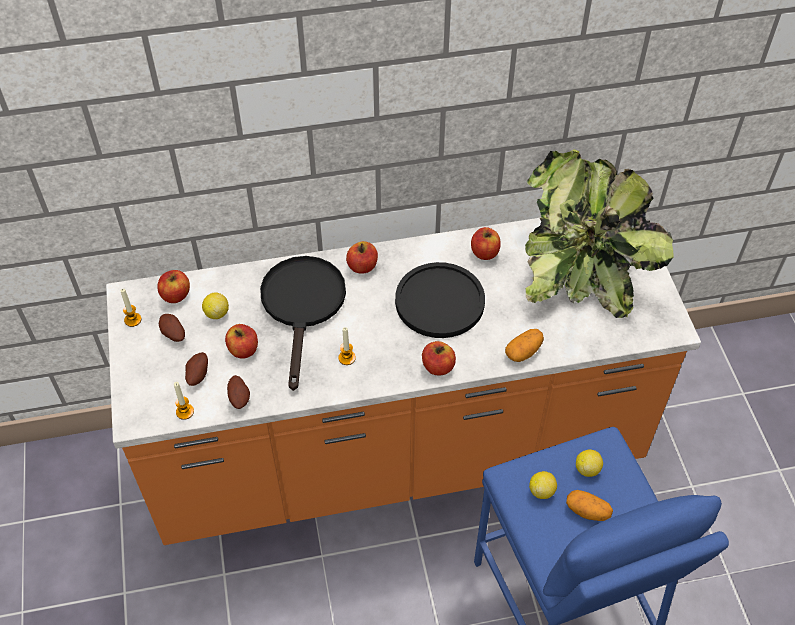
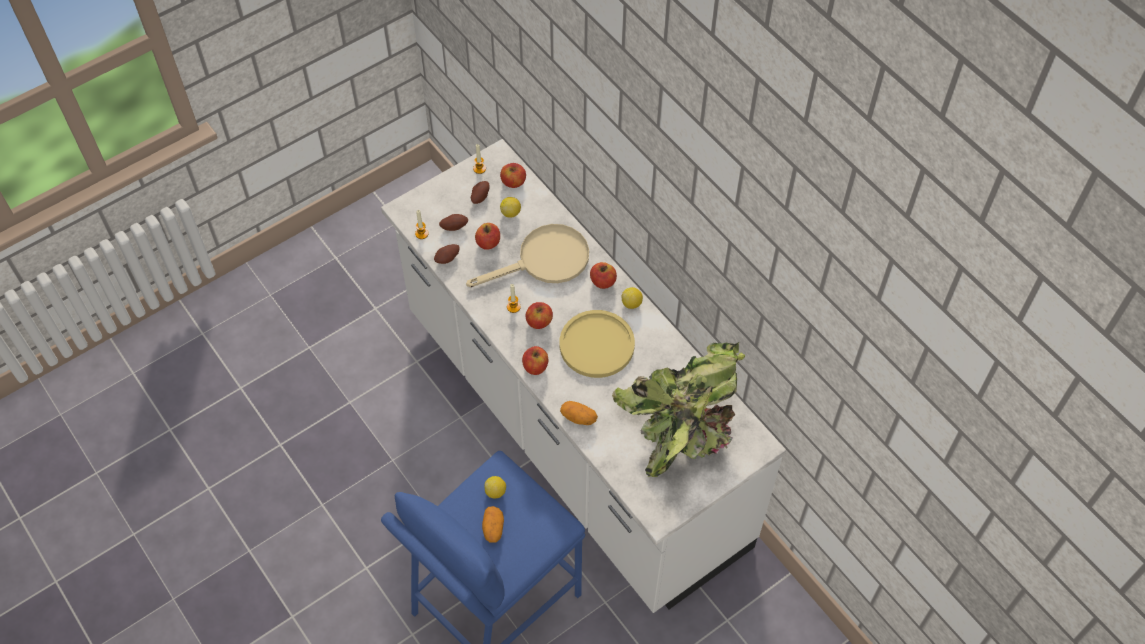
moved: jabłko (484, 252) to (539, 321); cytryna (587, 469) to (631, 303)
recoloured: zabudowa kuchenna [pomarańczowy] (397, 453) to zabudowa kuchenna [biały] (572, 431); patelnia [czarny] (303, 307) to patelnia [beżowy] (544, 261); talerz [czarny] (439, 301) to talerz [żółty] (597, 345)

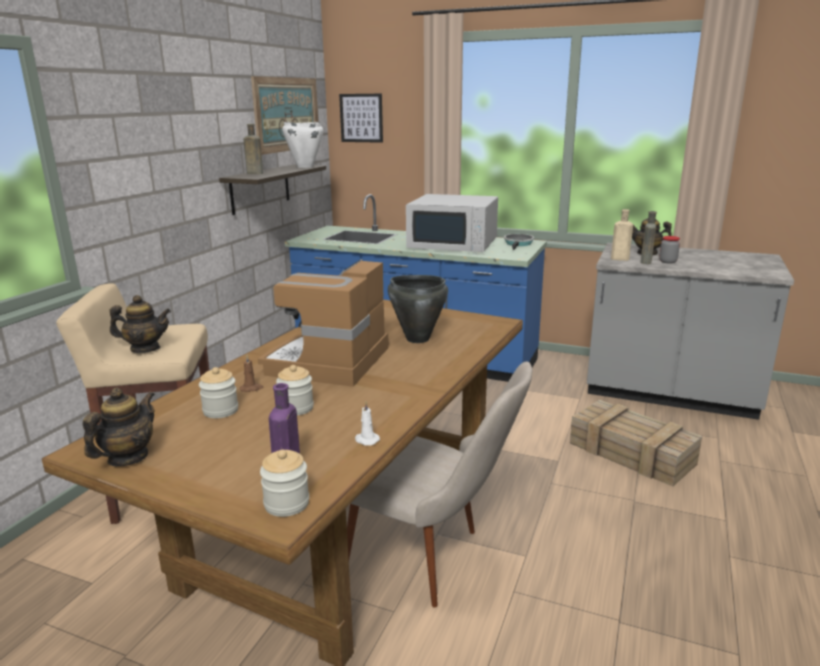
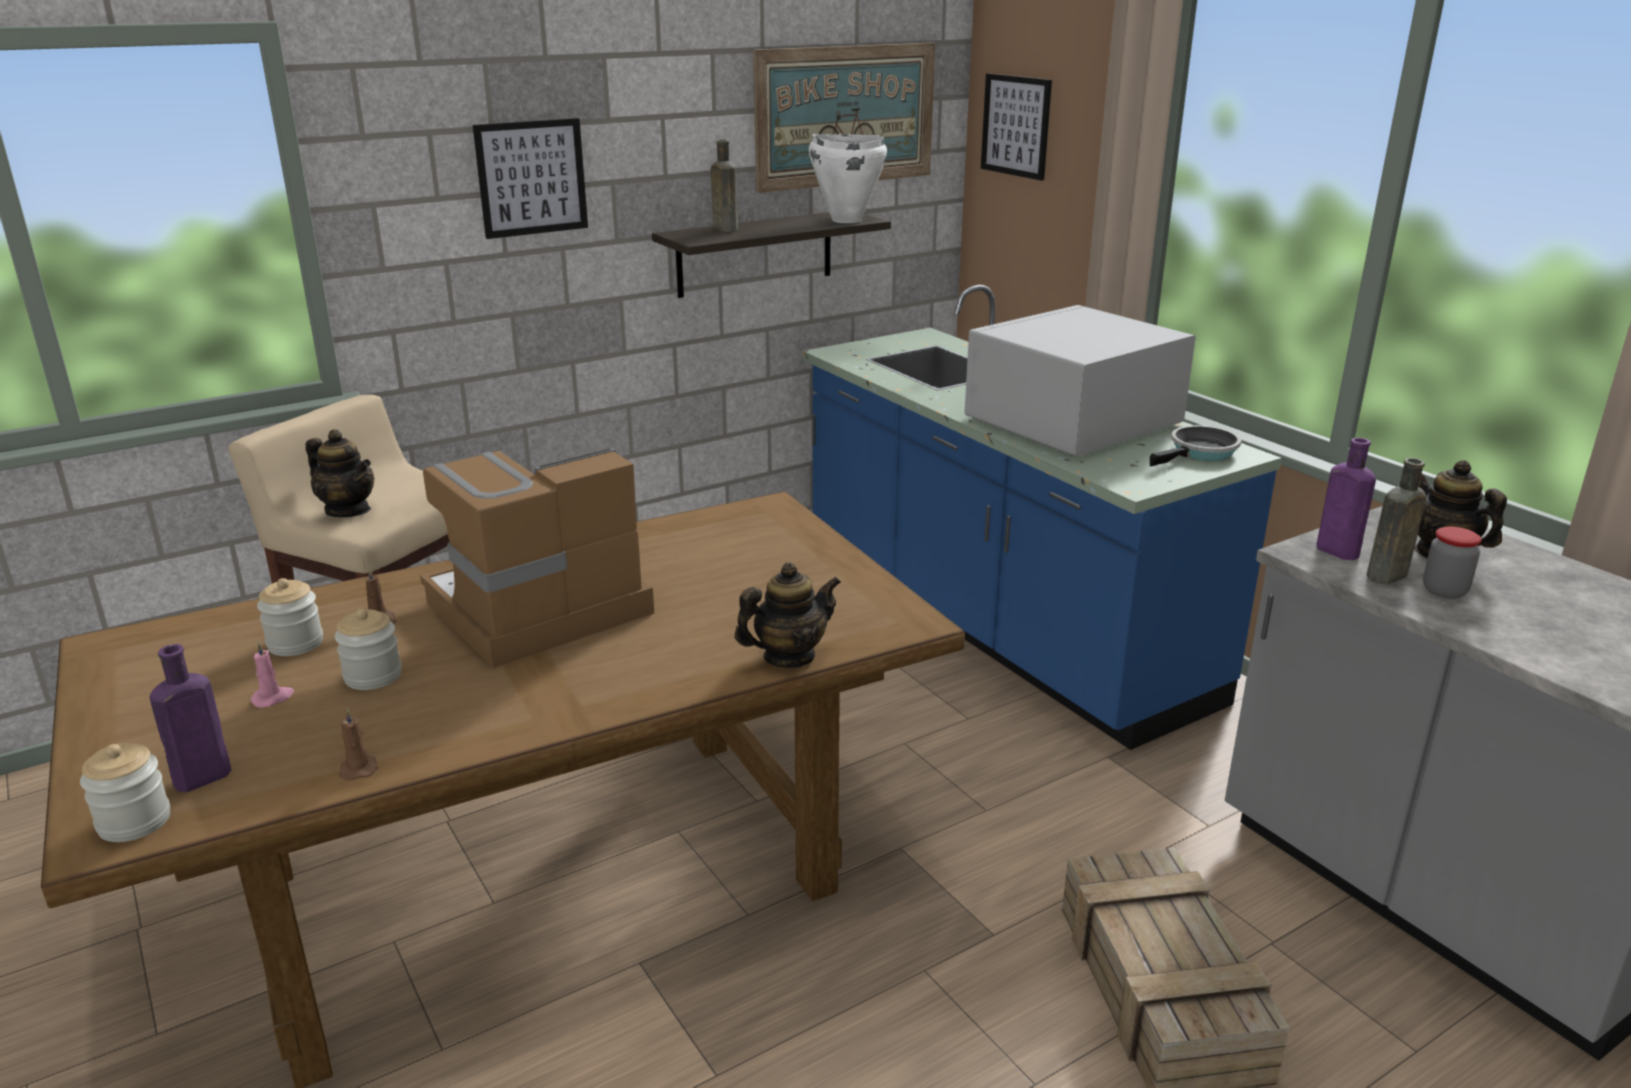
removed: krzesło [beżowy] (434, 560); garnek [czarny] (417, 339)
added: świeca [różowy] (273, 698); obraz (531, 178)
moved: imbryk (127, 457) to (788, 656)
recoloured: świeca [biały] (366, 440) to świeca [brązowy] (358, 768); butelka [beżowy] (618, 259) to butelka [fioletowy] (1334, 550)
turned: mikrofalówka [biały] (453, 244) = (1071, 421) 90 degrees clockwise

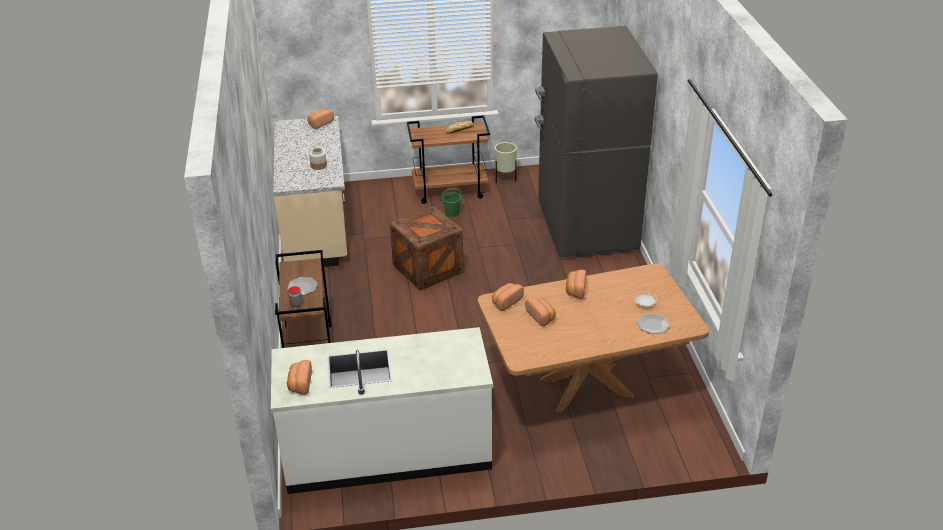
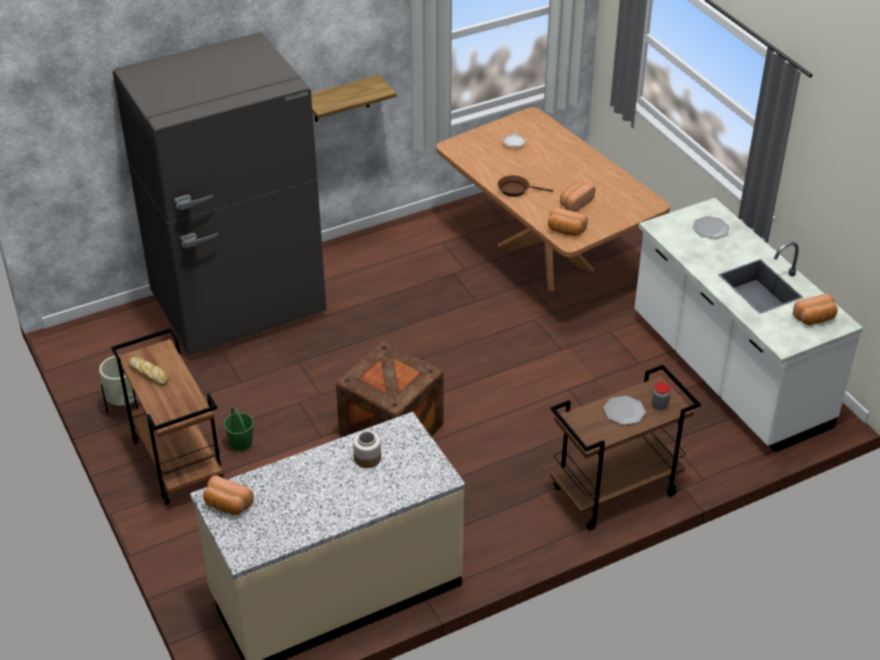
added: półka (341, 99)
moved: talerz (653, 324) to (710, 228)
replaced: chleb (575, 290) to patelnia [brązowy] (516, 190)

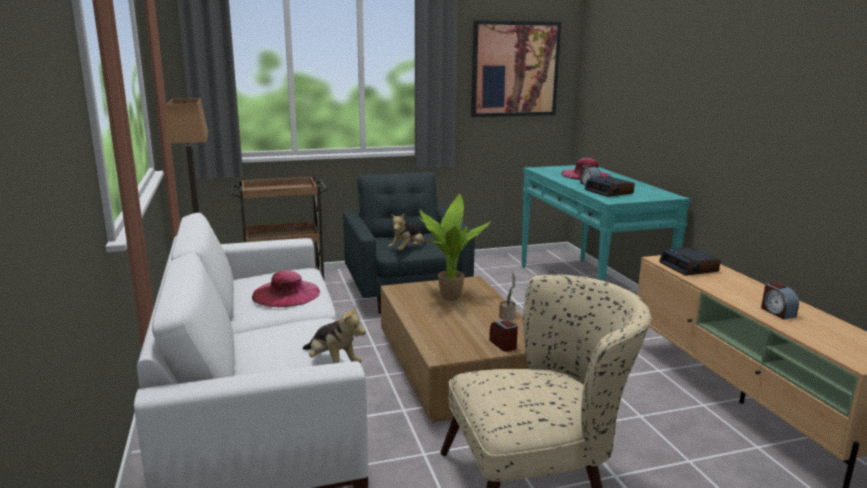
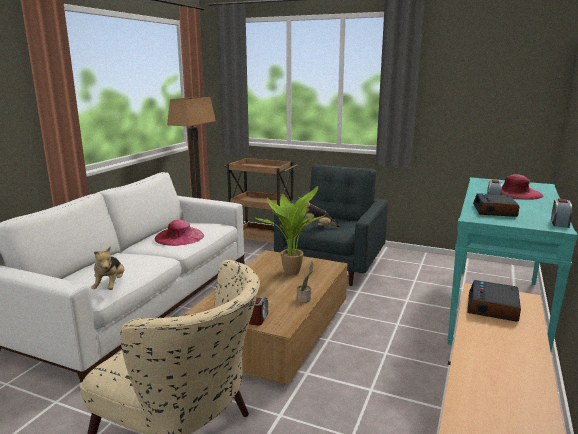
removed: obraz (515, 69)
moved: budzik (777, 312) to (559, 223)

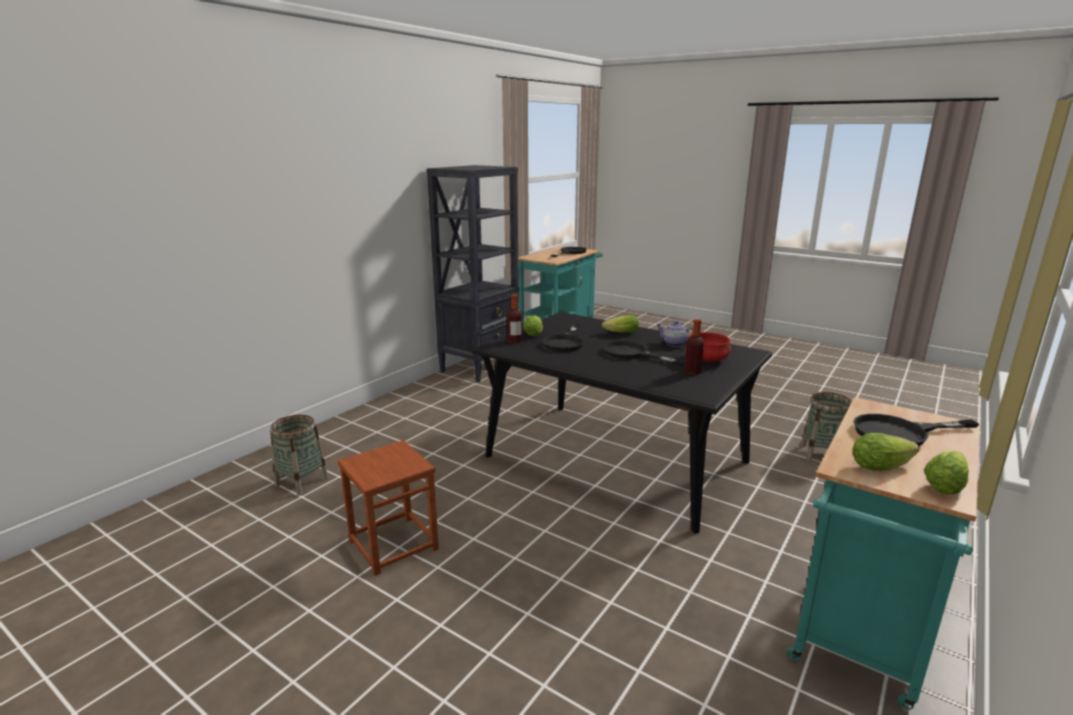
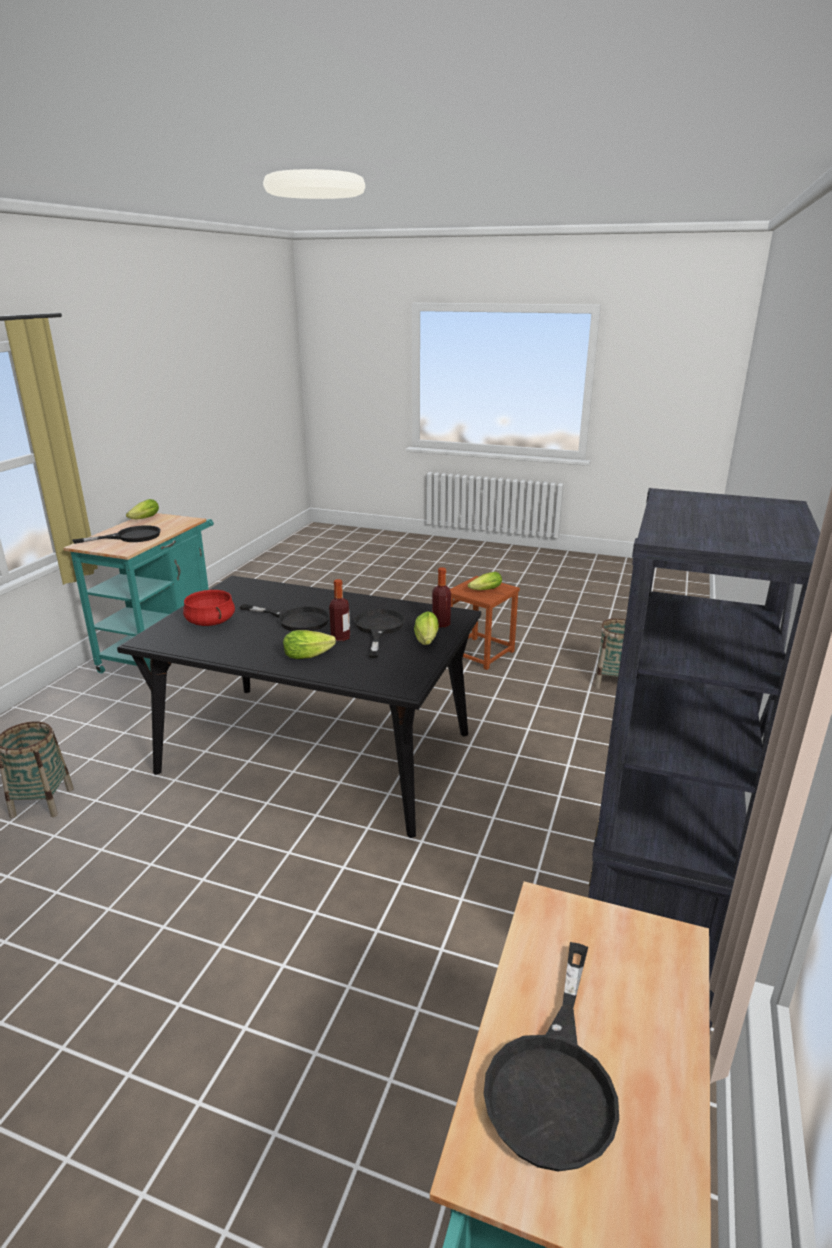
removed: imbryk (674, 344)
moved: butelka (692, 372) to (340, 637); sałata (884, 465) to (483, 590)

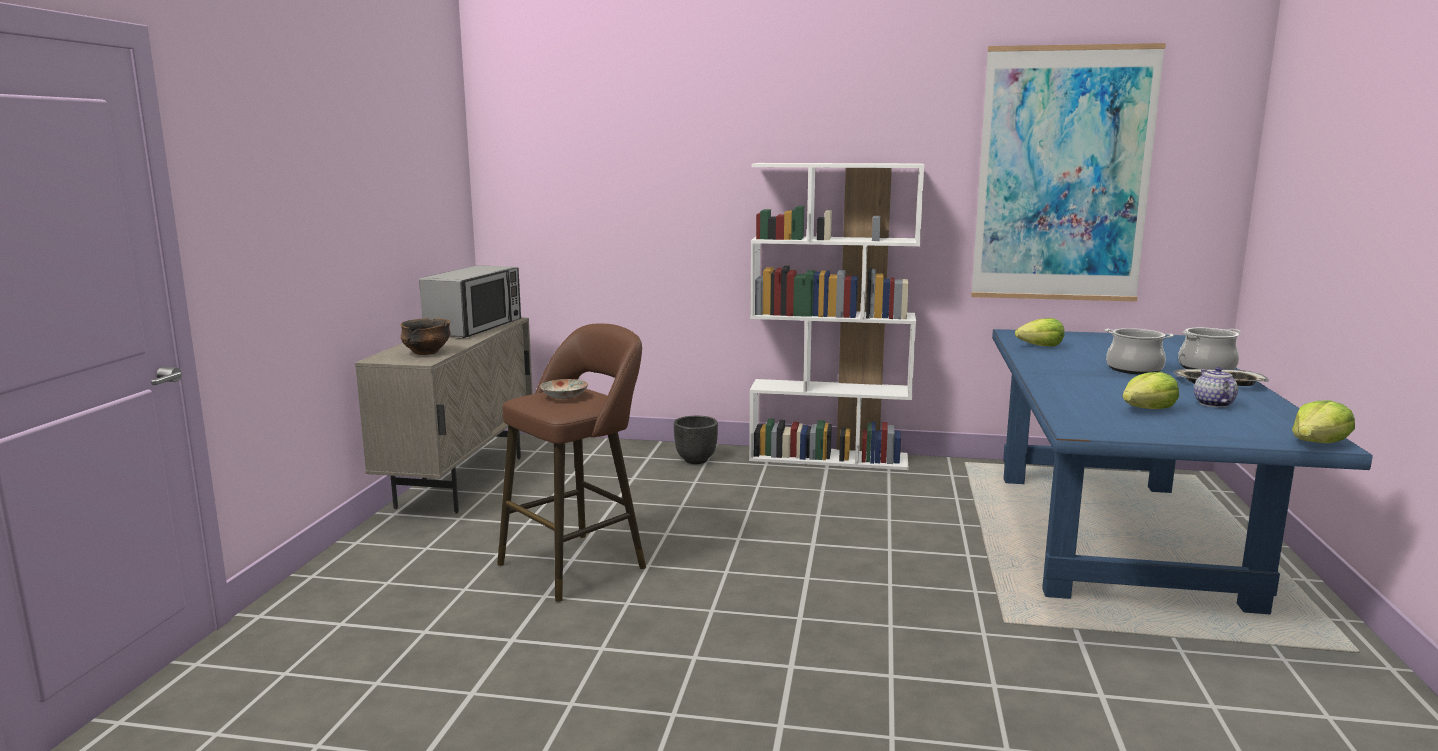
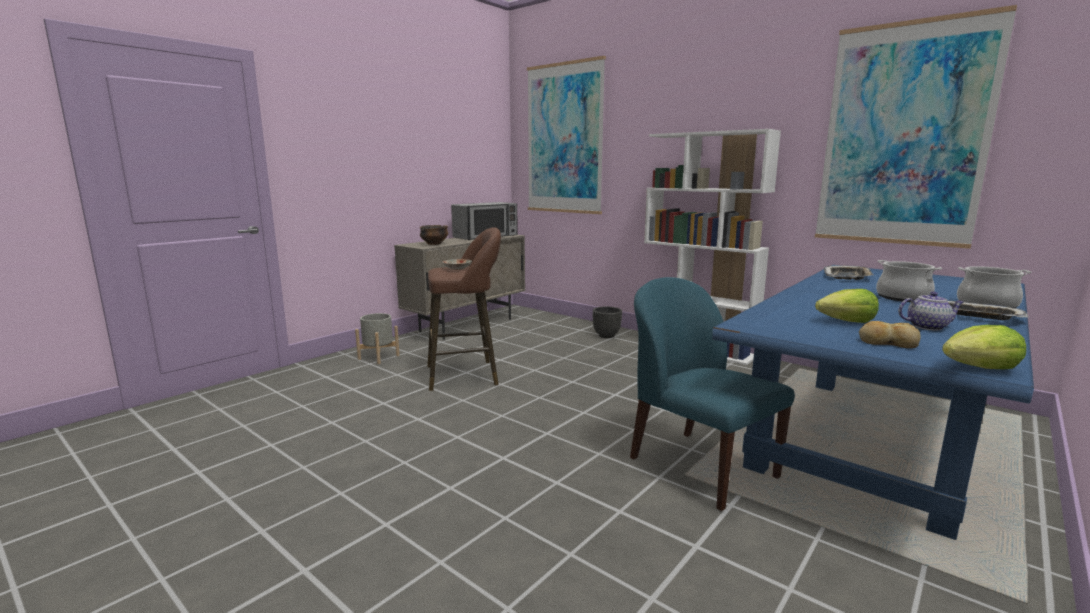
added: donica [szary] (379, 357); obraz (564, 139); krzesło [niebieski] (699, 466); chleb (887, 343)
replaced: sałata (1040, 346) to taca (847, 277)
turned: imbryk (1212, 403) = (928, 327) 60 degrees clockwise

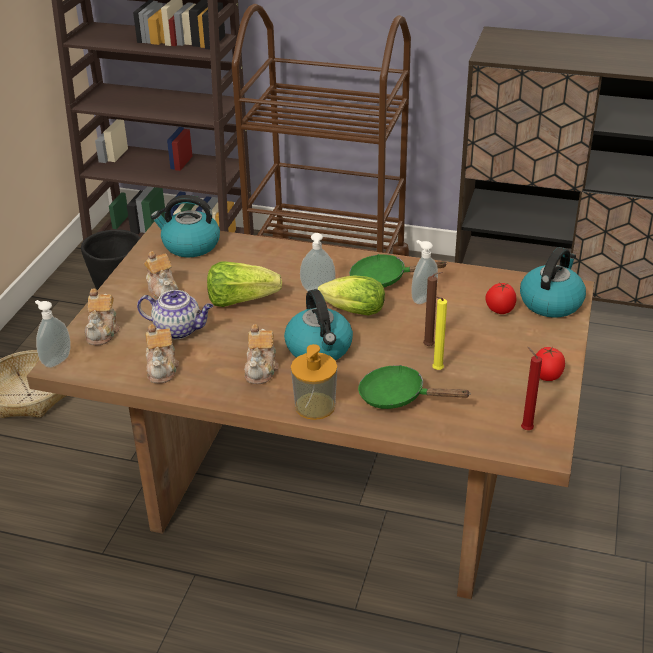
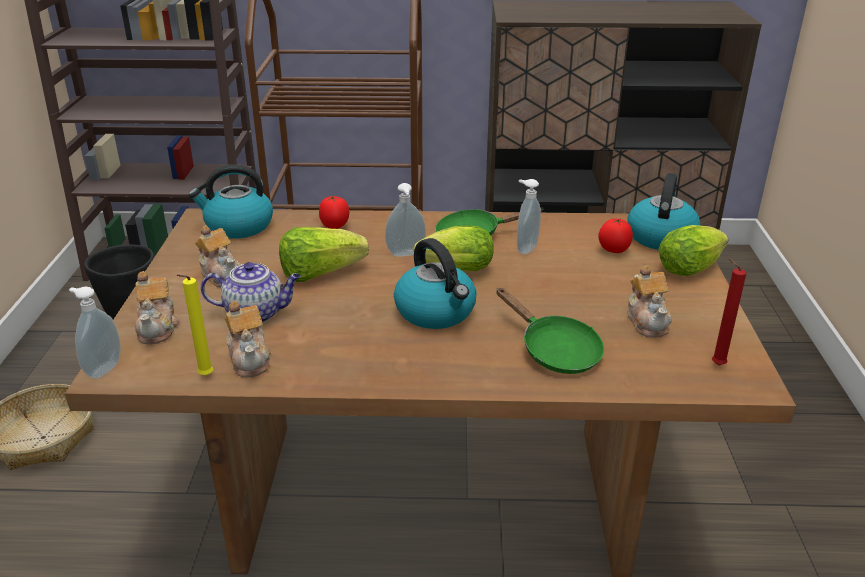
removed: dozownik mydła (315, 406); świeca [brązowy] (430, 346)
added: sałata (692, 268)
moved: imbryk (261, 369) to (647, 321); świeca [żółty] (436, 370) to (204, 376); pomidor (547, 377) to (335, 227)
turned: patelnia [zielony] (398, 397) = (554, 350) 135 degrees counterclockwise

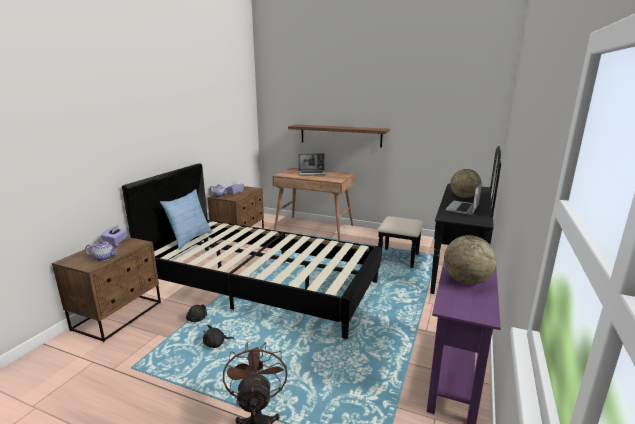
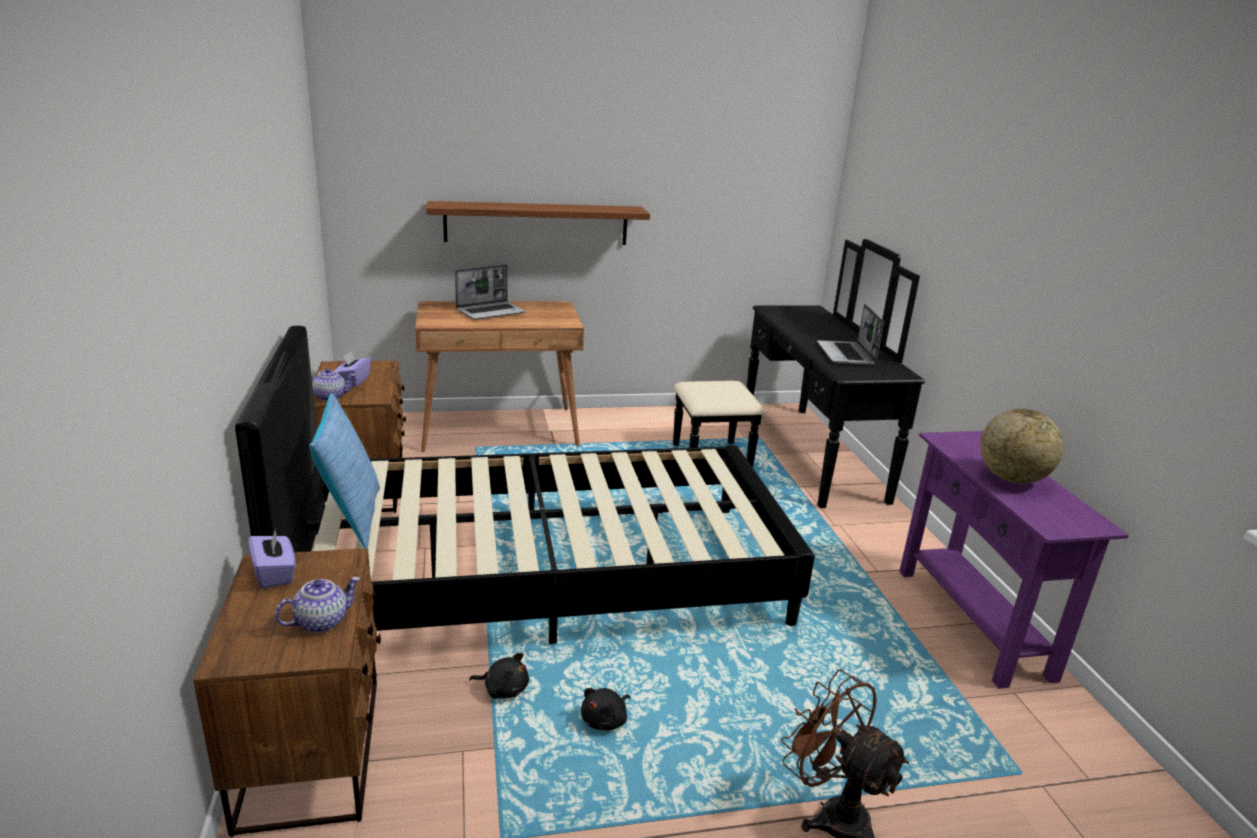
removed: globus (463, 197)

